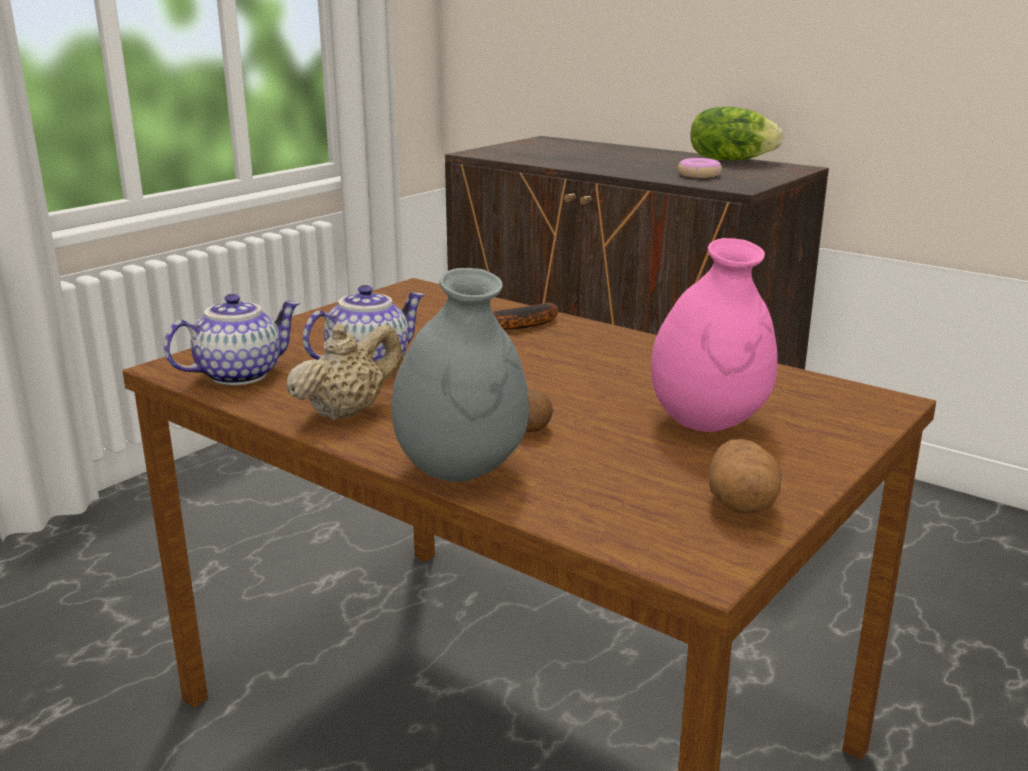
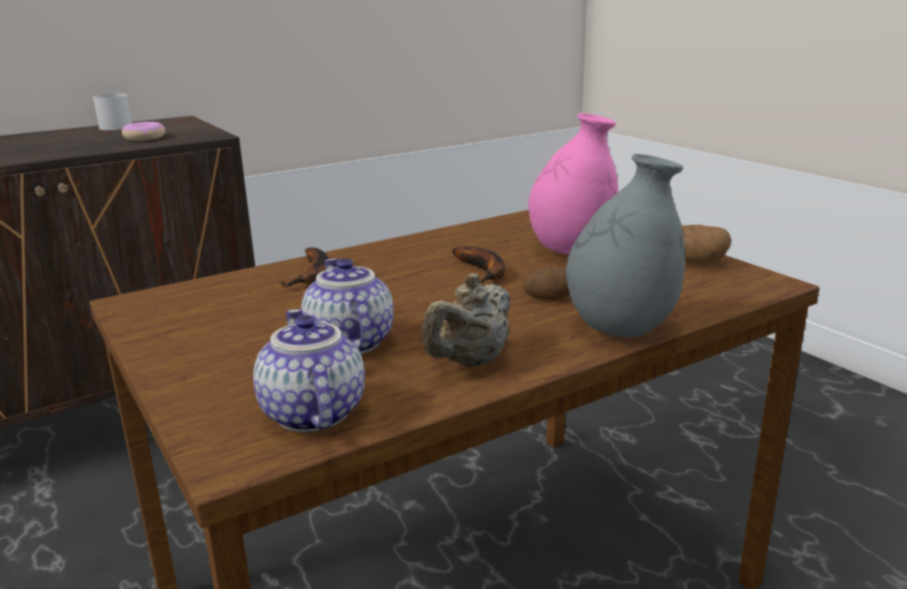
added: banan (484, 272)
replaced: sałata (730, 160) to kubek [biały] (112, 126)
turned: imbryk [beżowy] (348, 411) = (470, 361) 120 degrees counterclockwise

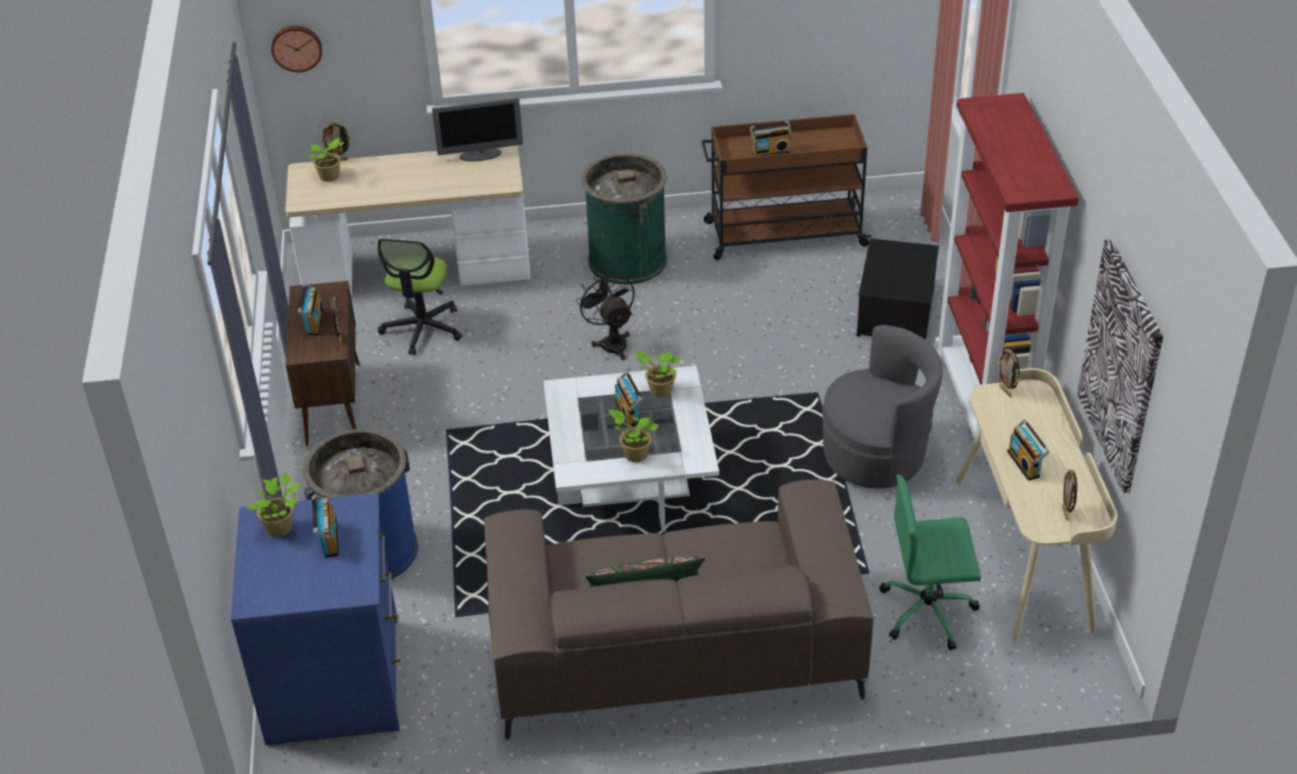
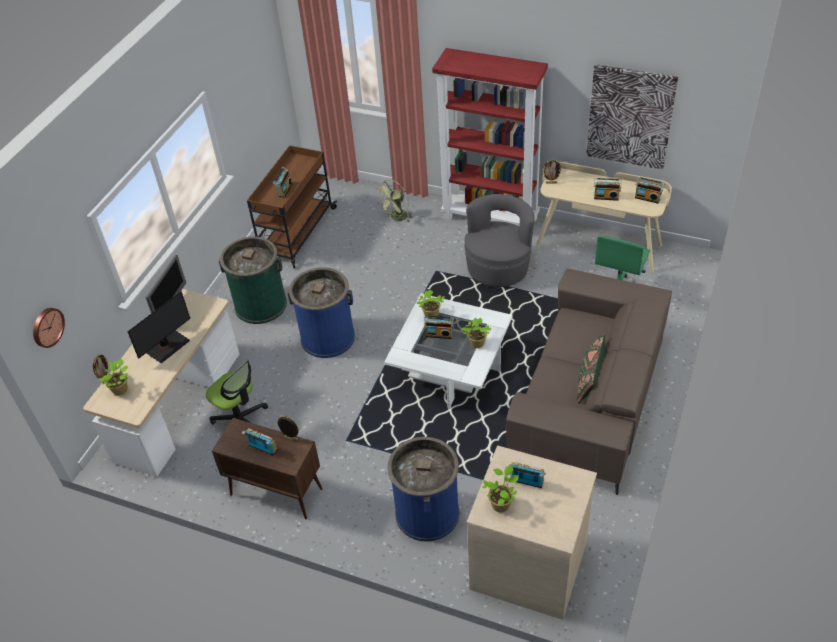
added: monitor (166, 346)
replaced: wentylator [czarny] (611, 342) to kosz na śmieci [niebieski] (327, 337); pojemnik do przechowywania (897, 312) to wentylator [zielony] (397, 218); ramka na zdjęcie (1065, 513) to radio (647, 198)
recoloured: komoda [niebieski] (336, 681) to komoda [beżowy] (529, 565)

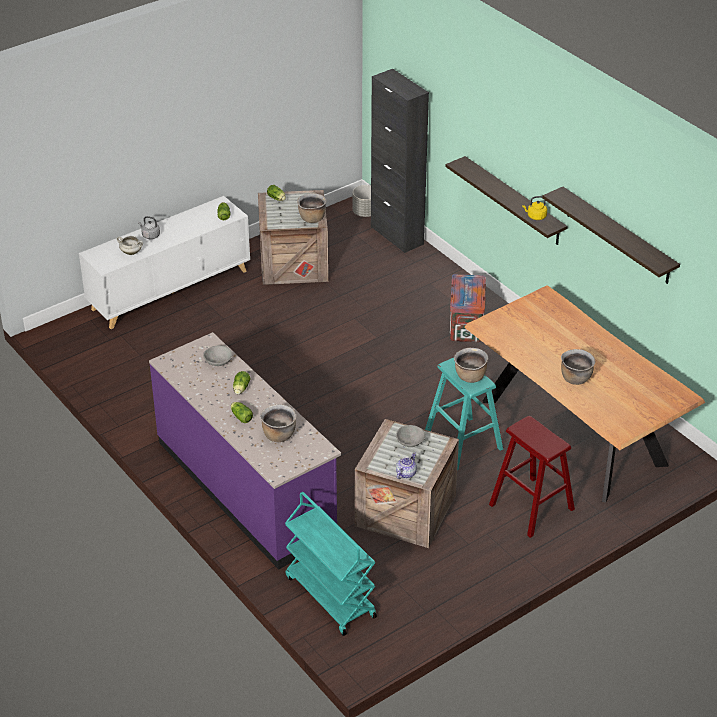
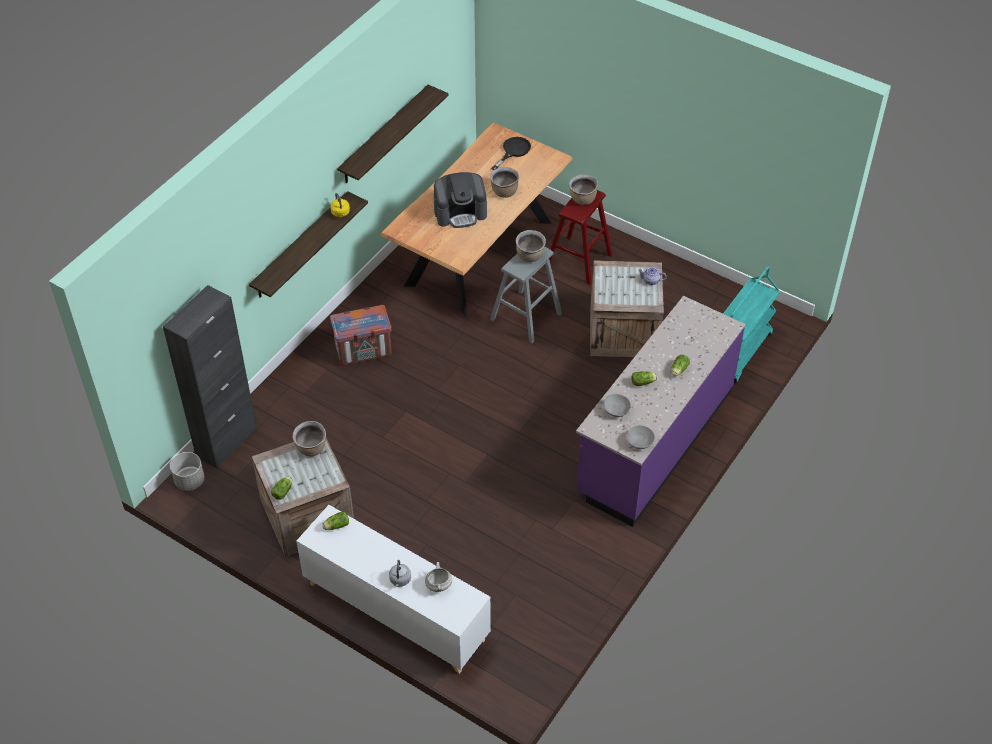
added: ekspres do kawy (460, 212); patelnia [czarny] (513, 151)
moved: garnek [brązowy] (278, 435) to (582, 199); miska [szary] (410, 442) to (639, 442)
recoloured: stołek [turkusowy] (462, 443) to stołek [szary] (526, 316)

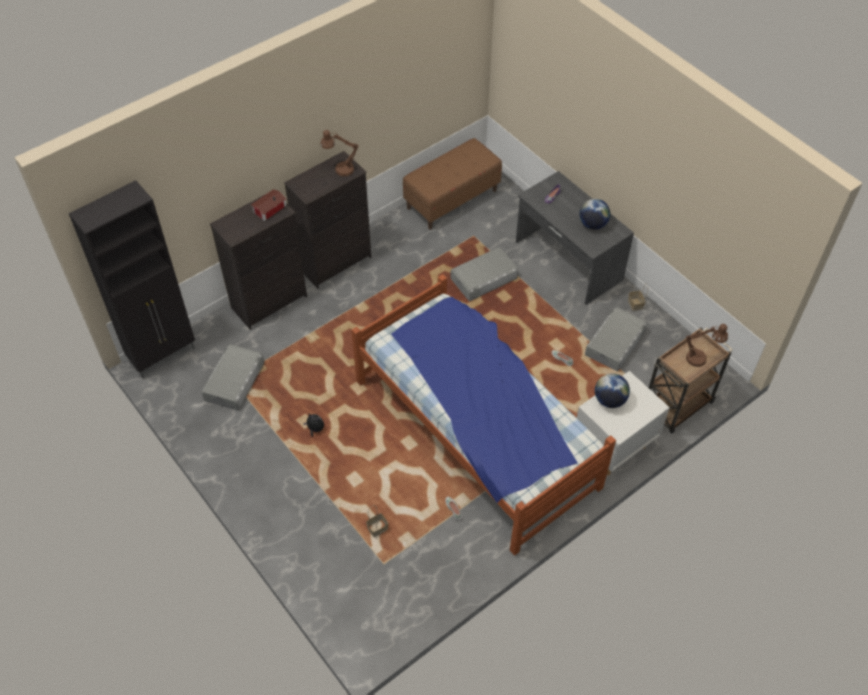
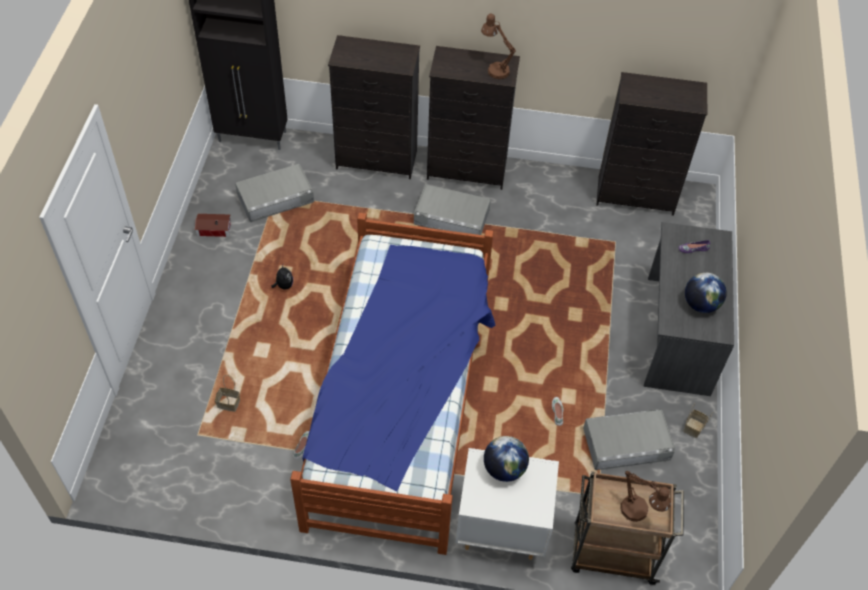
moved: domek (268, 209) to (213, 228); pojemnik do przechowywania [szary] (483, 278) to (452, 217)
replaced: ławka [brązowy] (452, 199) to komoda [czarny] (636, 196)

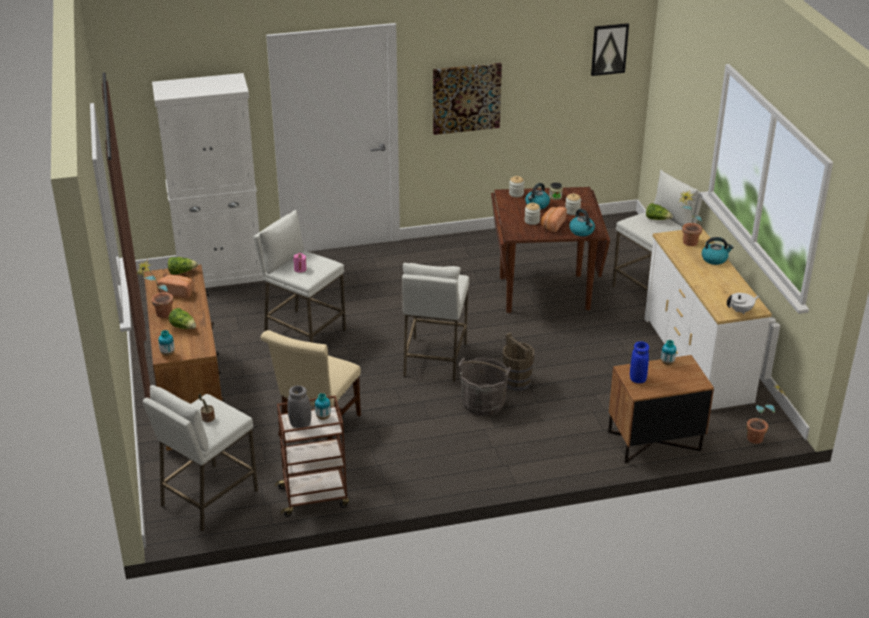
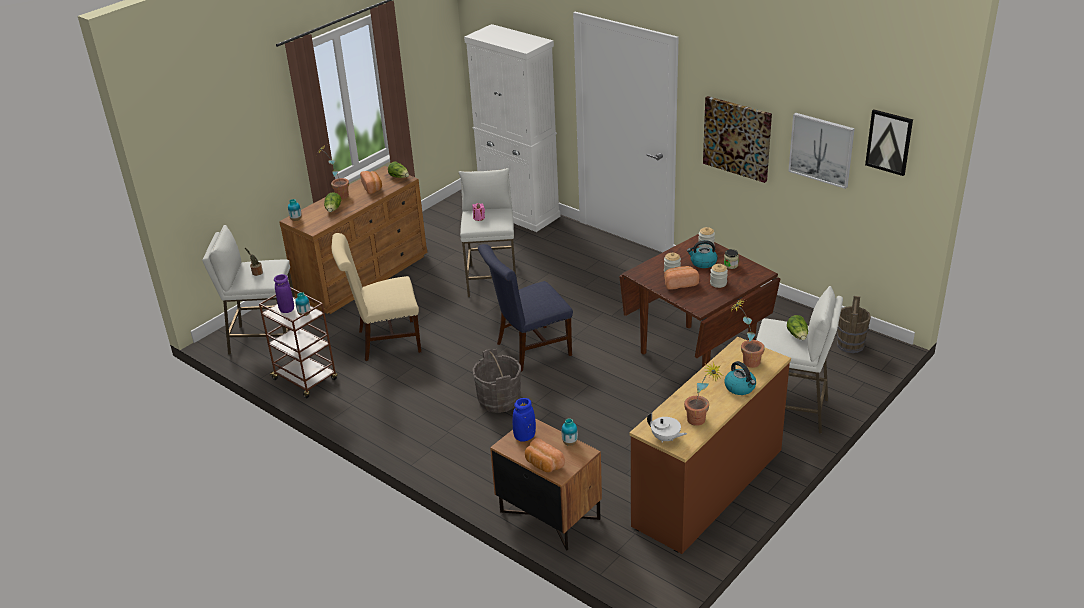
removed: czajnik (582, 231)
added: chleb (543, 464); obraz (821, 149)
moved: wiadro [brązowy] (517, 382) to (850, 345); roślina doniczkowa (760, 438) to (700, 422)
replaced: stołek [biały] (434, 360) to krzesło [niebieski] (529, 350)
recoloured: wazon [szary] (300, 424) to wazon [fioletowy] (287, 309); komoda [biały] (697, 359) to komoda [brązowy] (709, 488)

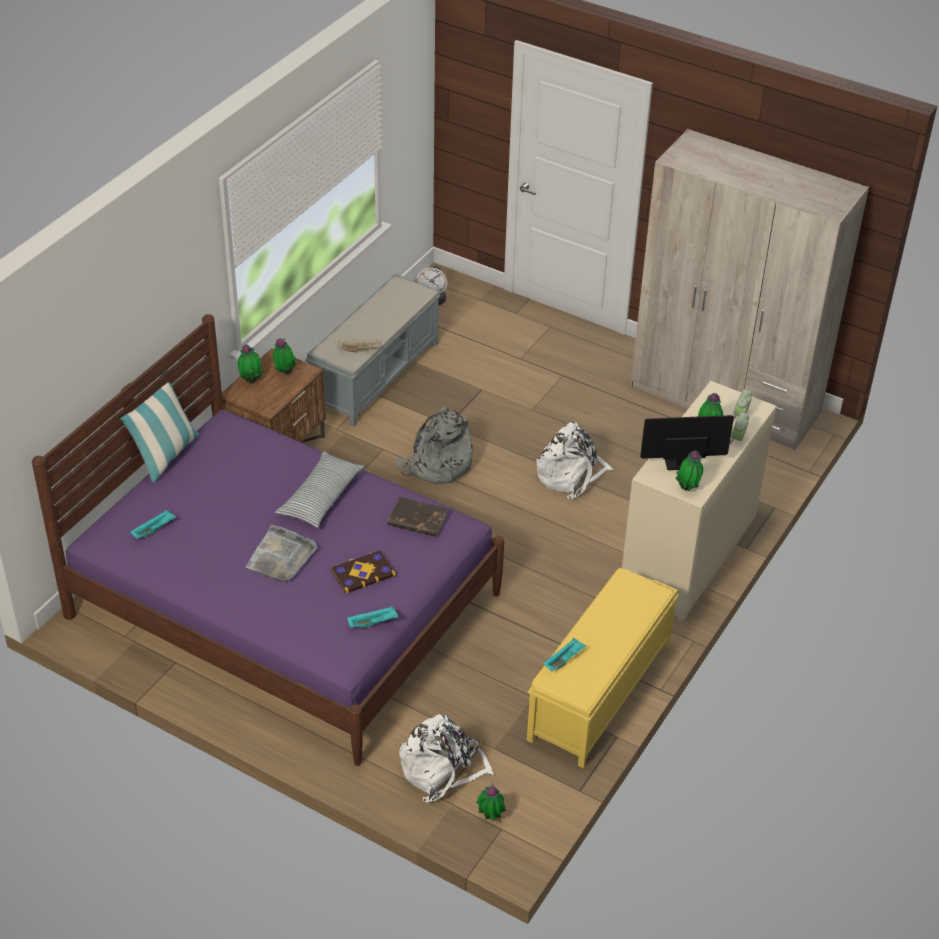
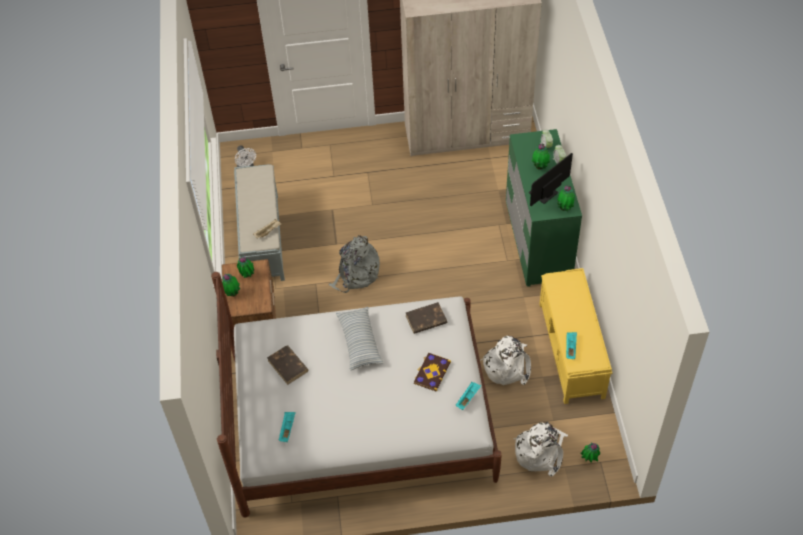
removed: poduszka (165, 456); taca [szary] (281, 557)
added: książka [brązowy] (288, 366)
moved: plecak [biały] (571, 475) to (507, 365)
recoloured: łóżko [fioletowy] (285, 604) to łóżko [biały] (361, 417); komoda [beżowy] (688, 555) to komoda [zielony] (538, 240)

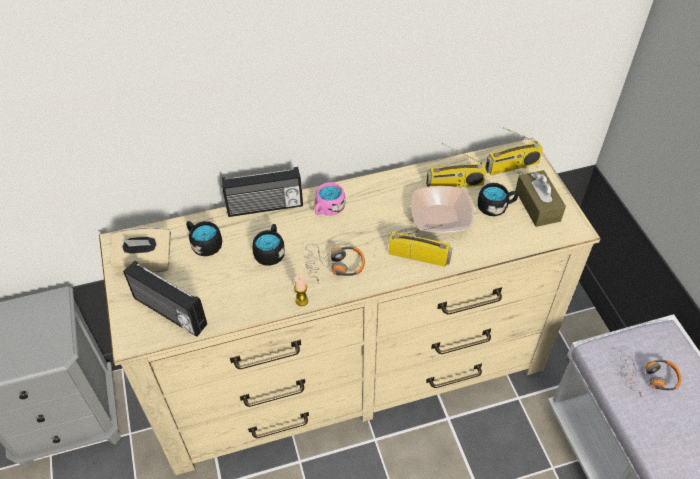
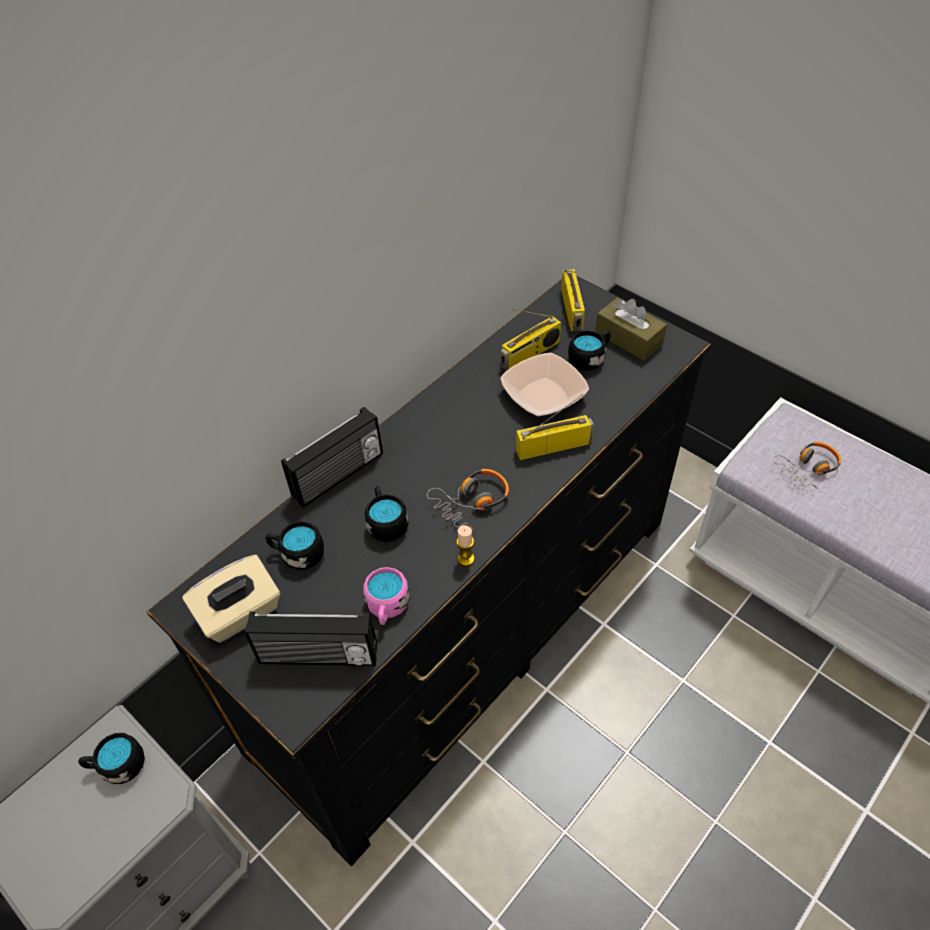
added: kubek [czarny] (117, 765)
moved: kubek [różowy] (327, 209) to (387, 607)
recoloured: komoda [beżowy] (350, 369) to komoda [czarny] (469, 629)
turned: radio (511, 166) = (573, 310) 45 degrees counterclockwise

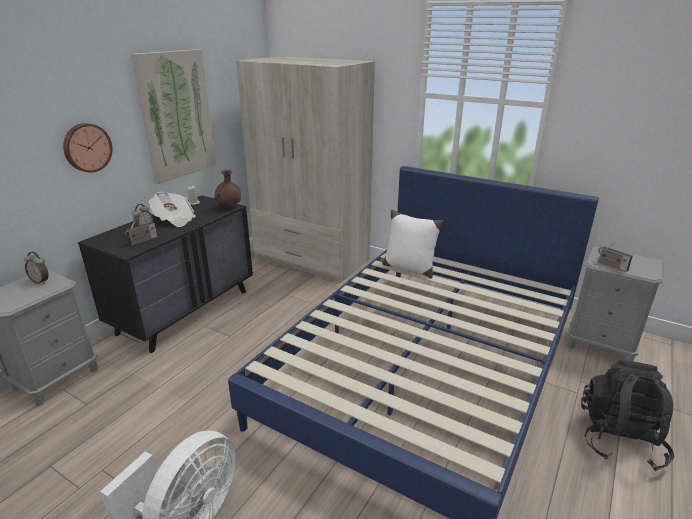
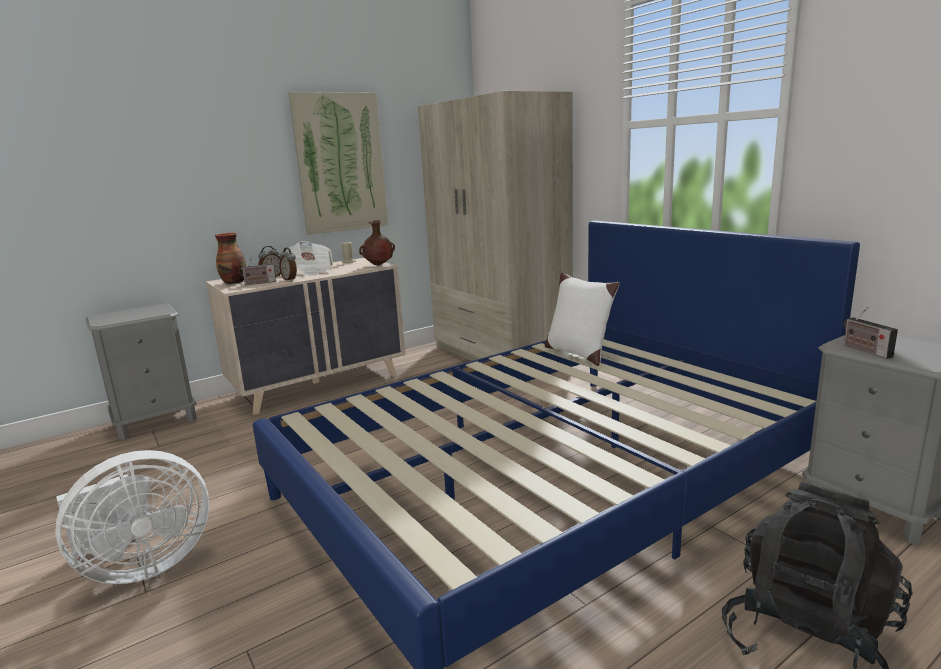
removed: zegar ścienny (87, 147)
added: wazon (235, 282)
moved: budzik (41, 281) to (290, 280)
recoloured: komoda [czarny] (185, 311) to komoda [beżowy] (319, 384)

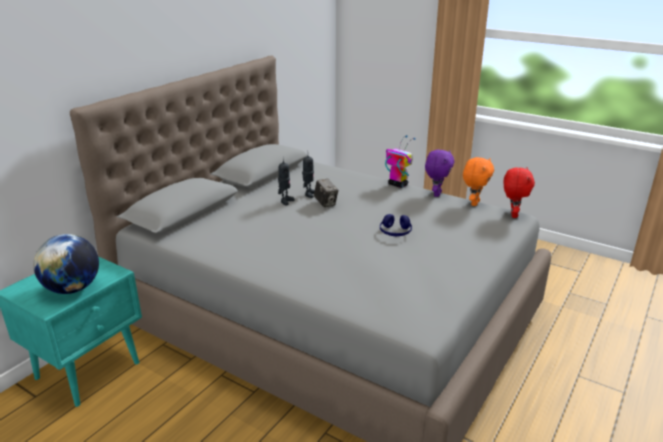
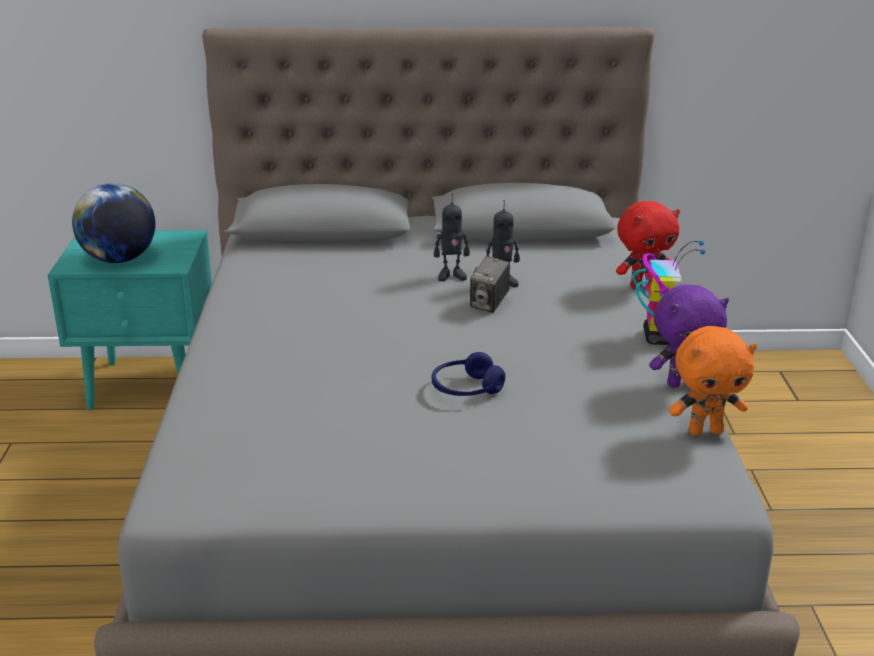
moved: pluszak [czerwony] (512, 214) to (642, 285)

